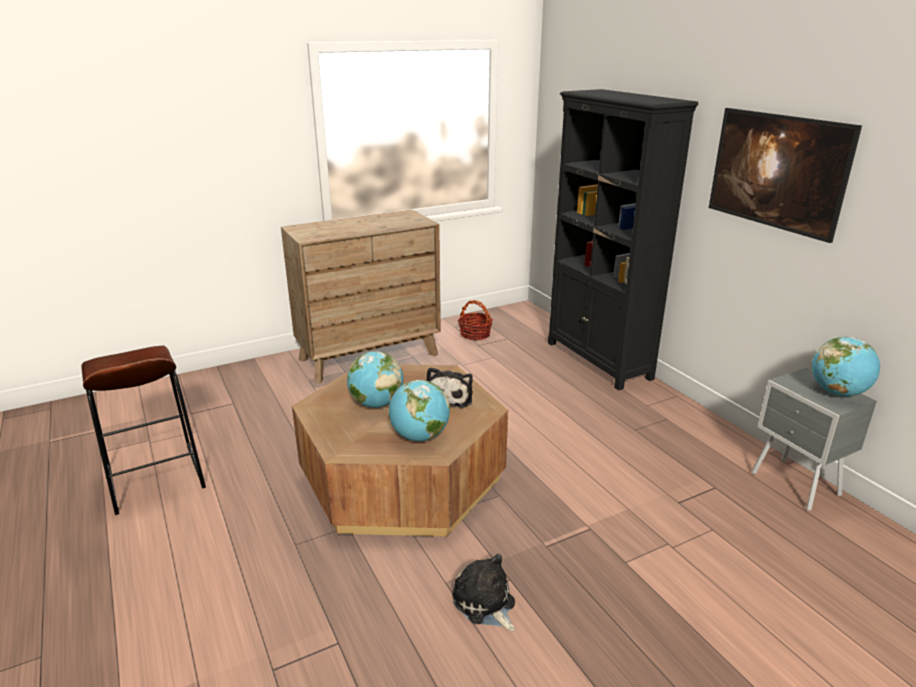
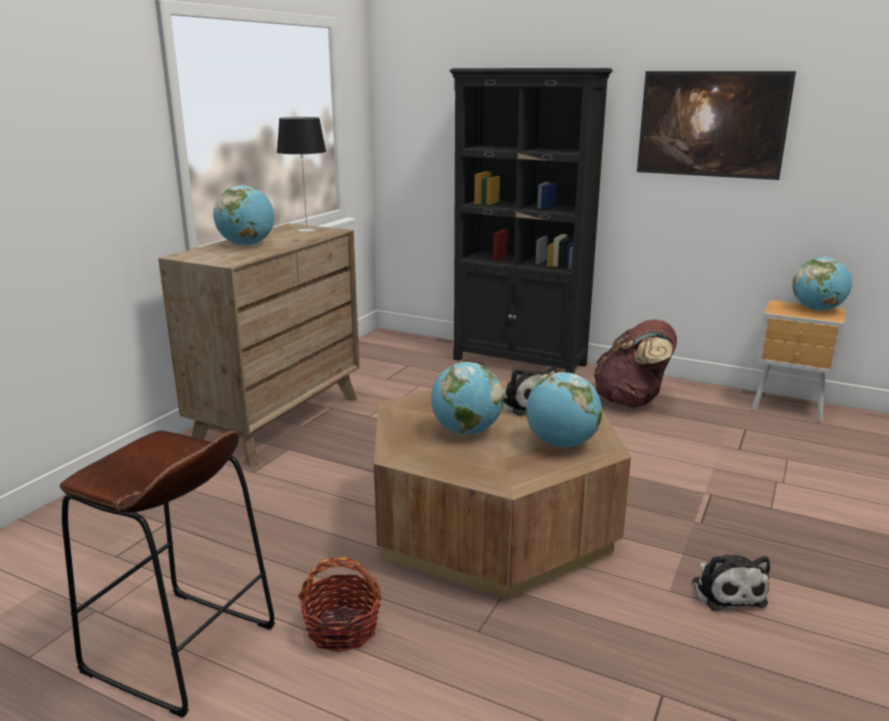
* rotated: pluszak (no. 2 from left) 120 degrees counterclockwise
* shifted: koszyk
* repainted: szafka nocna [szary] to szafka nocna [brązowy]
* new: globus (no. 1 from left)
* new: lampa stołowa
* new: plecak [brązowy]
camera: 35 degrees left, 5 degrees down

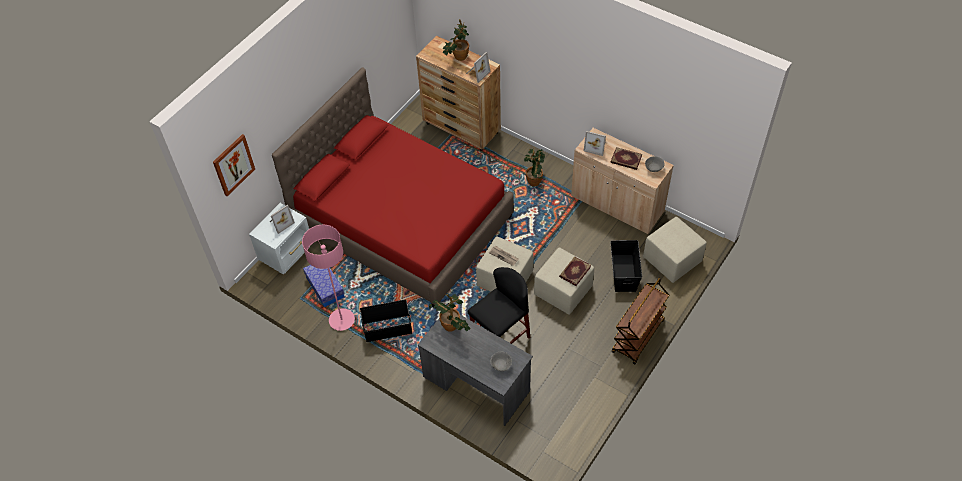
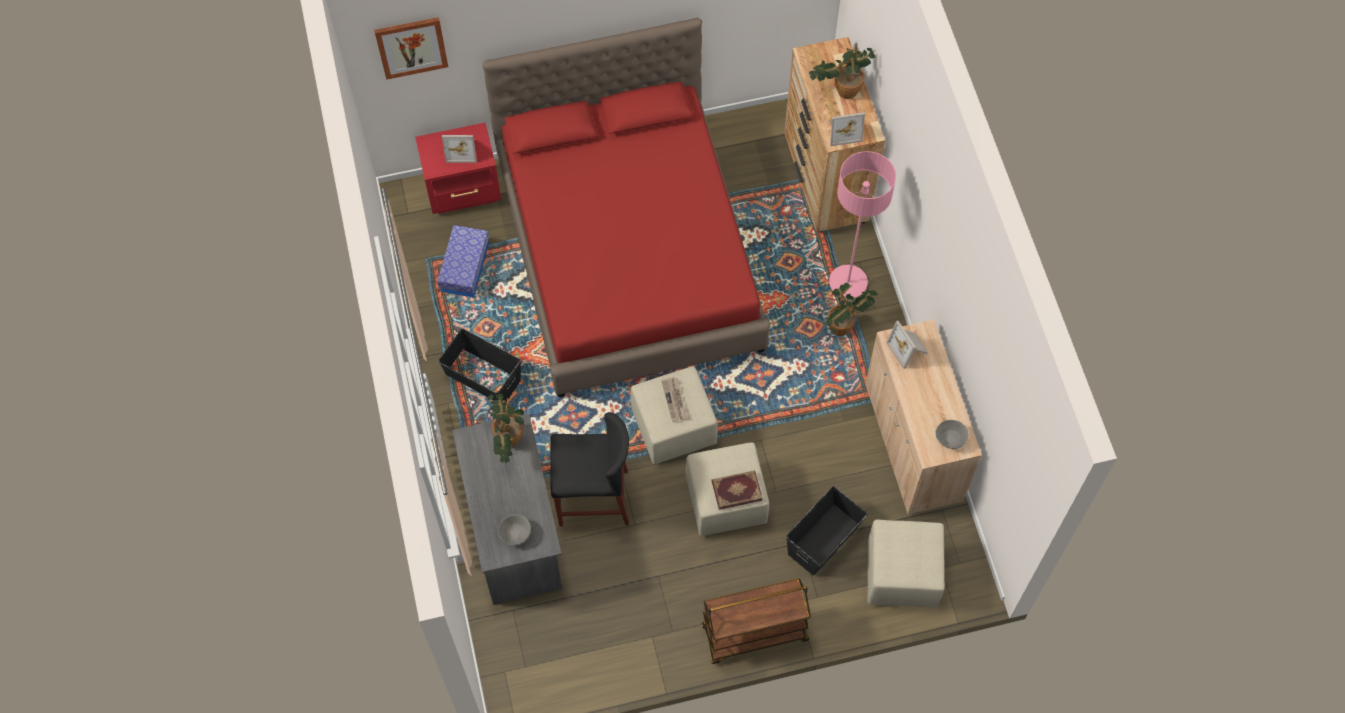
* repainted: szafka nocna [biały] to szafka nocna [czerwony]
* shifted: lampa stojąca [różowy]
* gone: książka (no. 2 from left)
camera: 40 degrees right, 10 degrees up

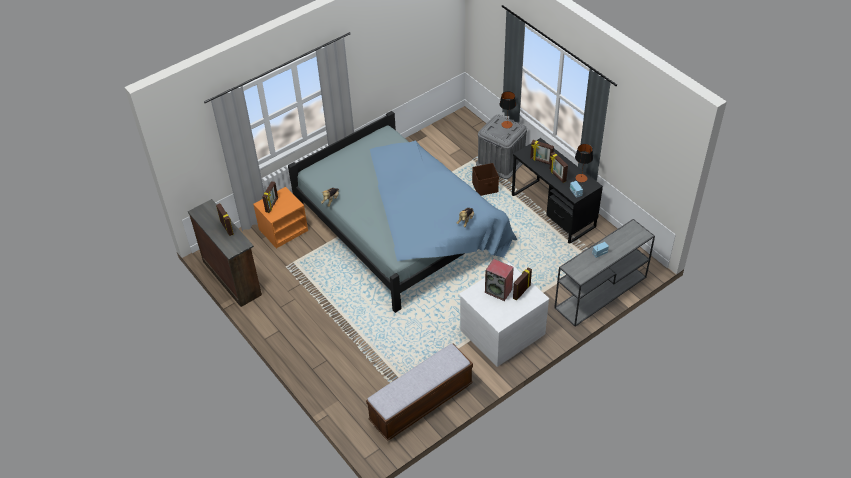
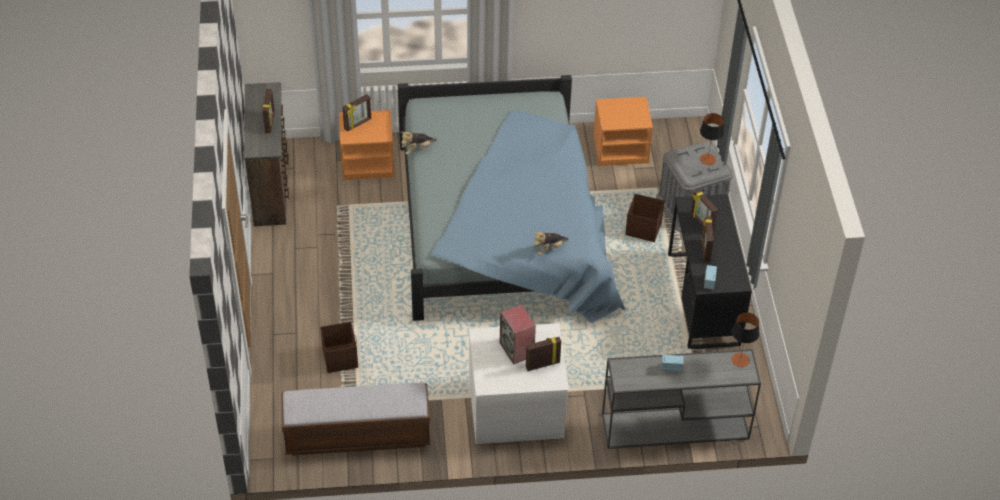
* shifted: lampa stołowa (no. 2 from left)
* new: pojemnik do przechowywania [brązowy] (no. 1 from left)
* new: szafka nocna [pomarańczowy] (no. 2 from left)
camera: 30 degrees right, 0 degrees up

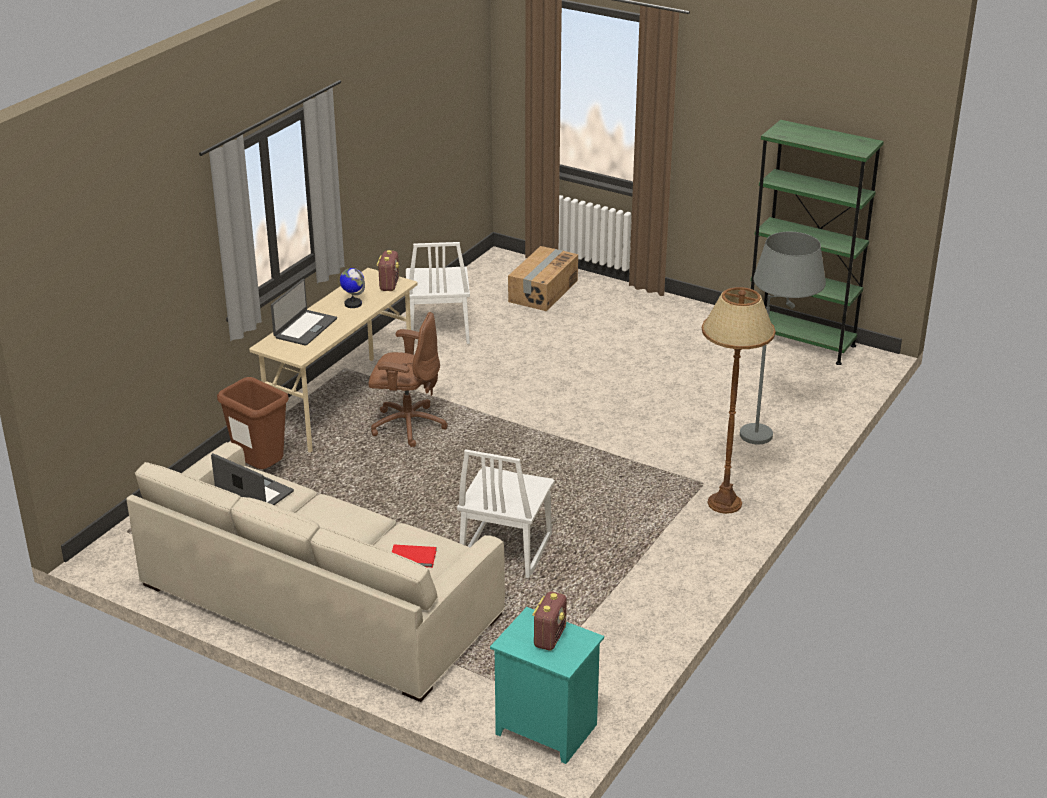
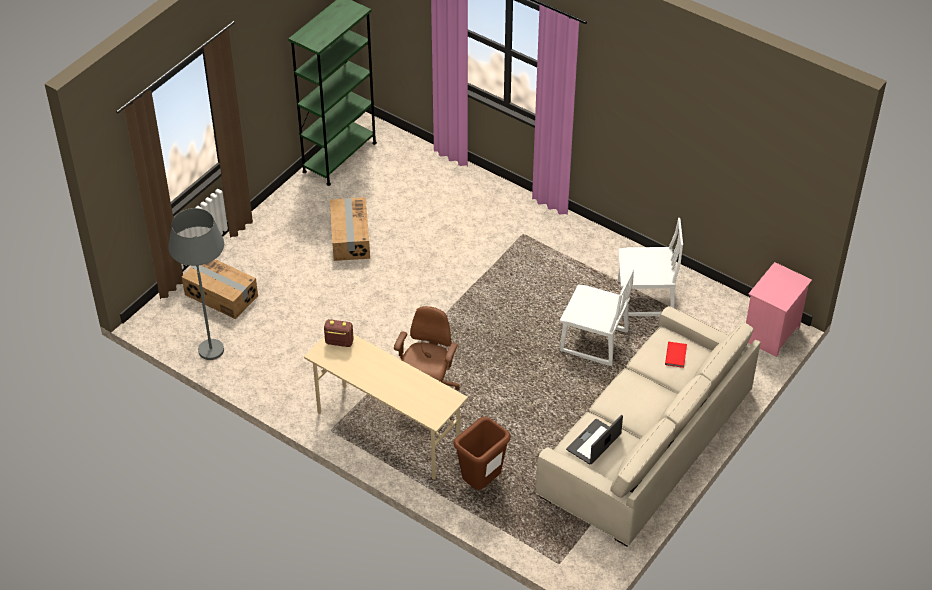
* gone: laptop (no. 2 from left)
* gone: globus
* shifted: krzesło [biały] (no. 1 from left in the first image) to krzesło [biały] (no. 2 from left)
* repainted: szafka nocna [turkusowy] to szafka nocna [różowy]
* gone: radio (no. 2 from left)
* gone: lampa stojąca [brązowy]
* shifted: lampa stojąca [szary]
* new: karton (no. 2 from left)
camera: 85 degrees left, 15 degrees up

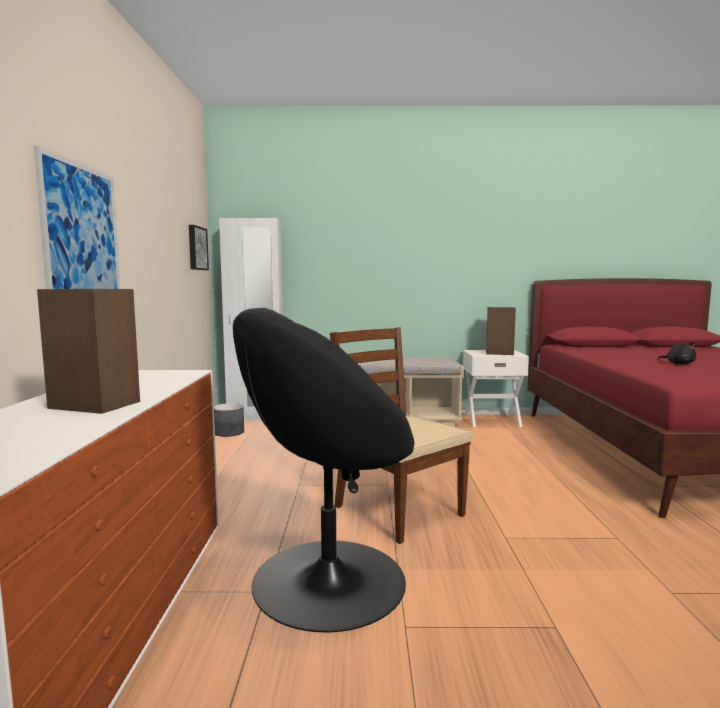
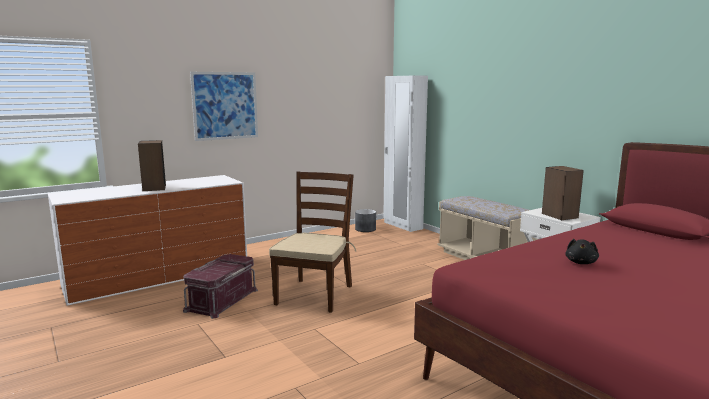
* gone: obraz (no. 2 from left)
* swapped: fotel [czarny] to pojemnik do przechowywania [czerwony]
camera: 55 degrees right, 5 degrees up

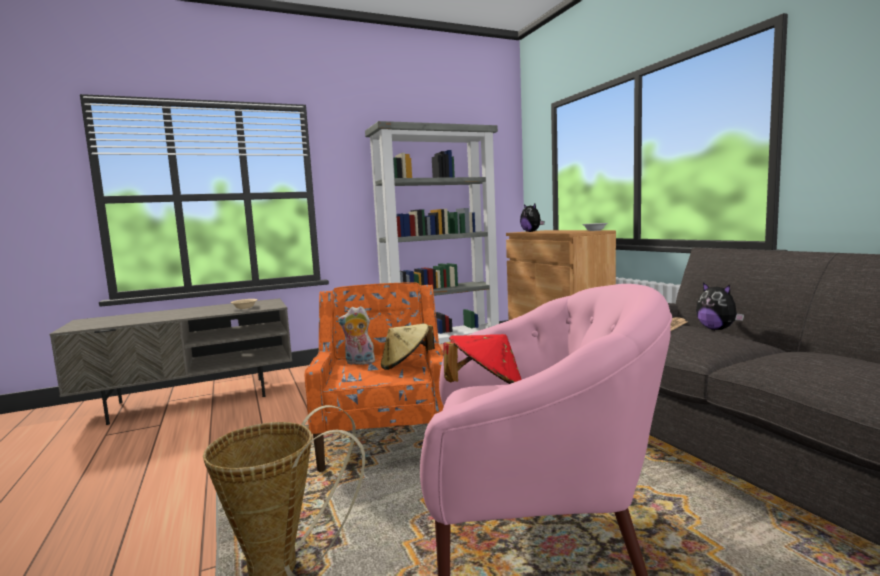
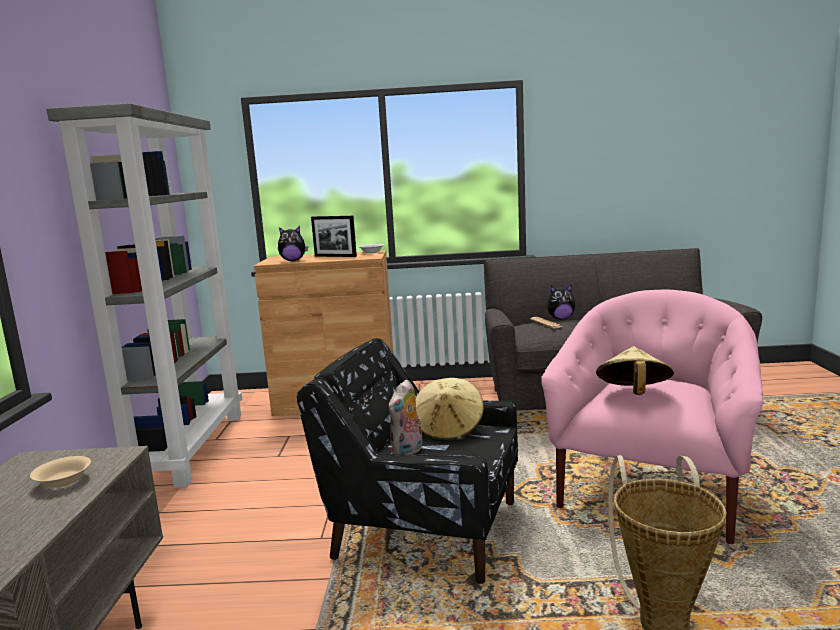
* repainted: fotel [pomarańczowy] to fotel [czarny]
* repainted: kapelusz [czerwony] to kapelusz [beżowy] (no. 2 from left)
* new: ramka na zdjęcie
camera: 65 degrees left, 5 degrees up

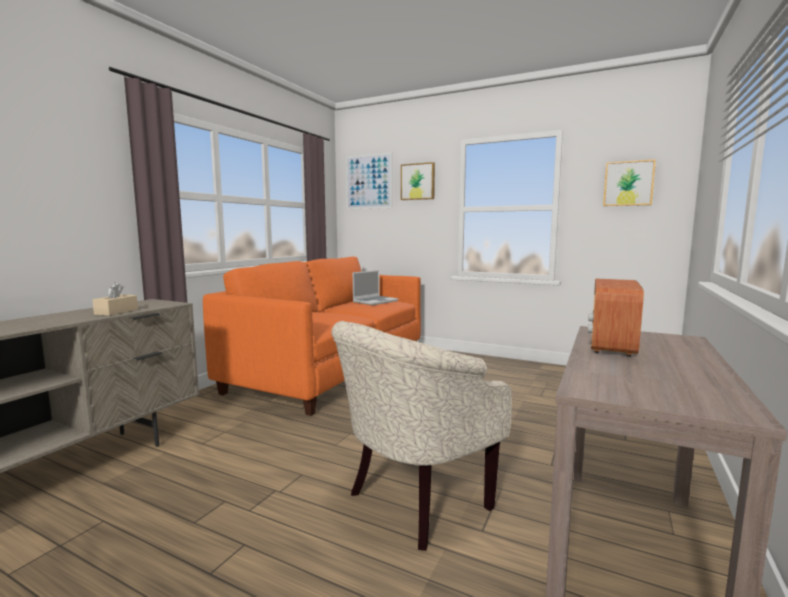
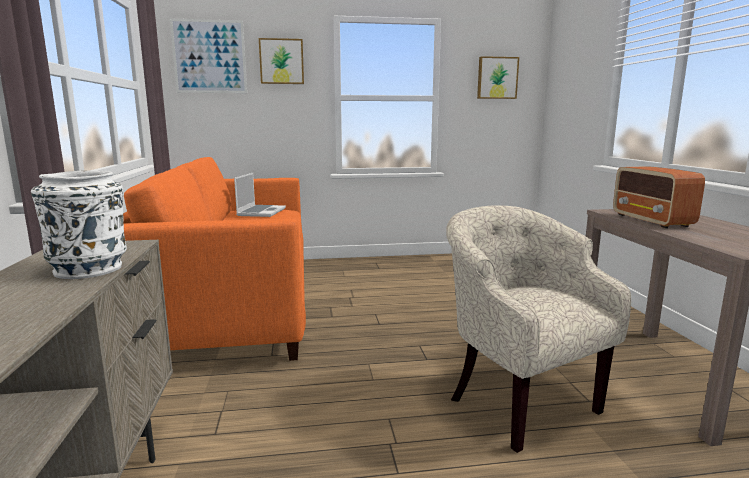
* swapped: pudełko chusteczek [beżowy] to wazon [biały]
* rotated: fotel [beżowy] 135 degrees clockwise
camera: 35 degrees left, 5 degrees up

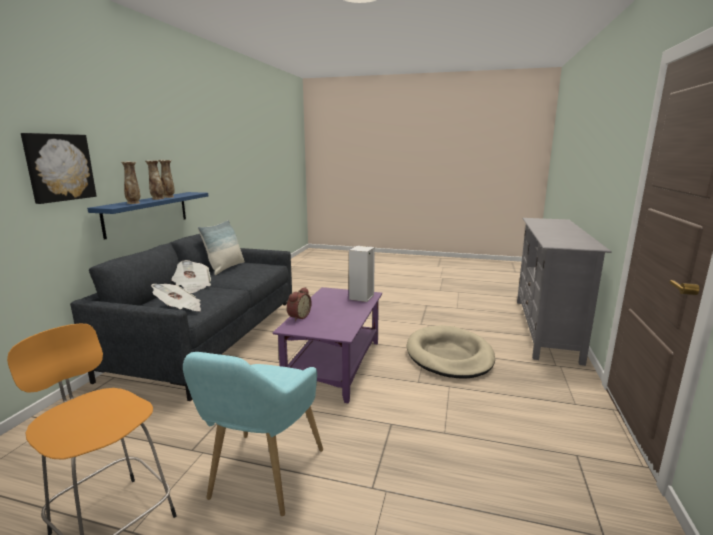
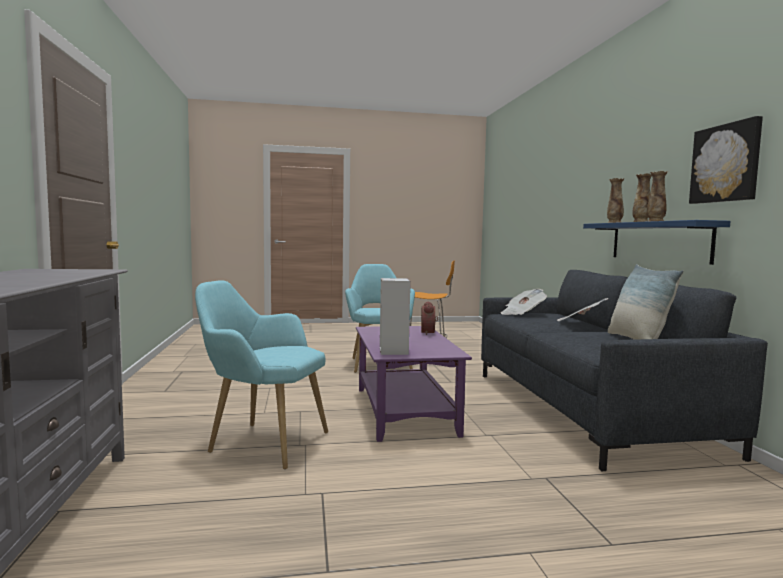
* shifted: obraz
* swapped: legowisko [beżowy] to fotel [turkusowy] (no. 1 from left)
camera: 155 degrees right, 10 degrees down

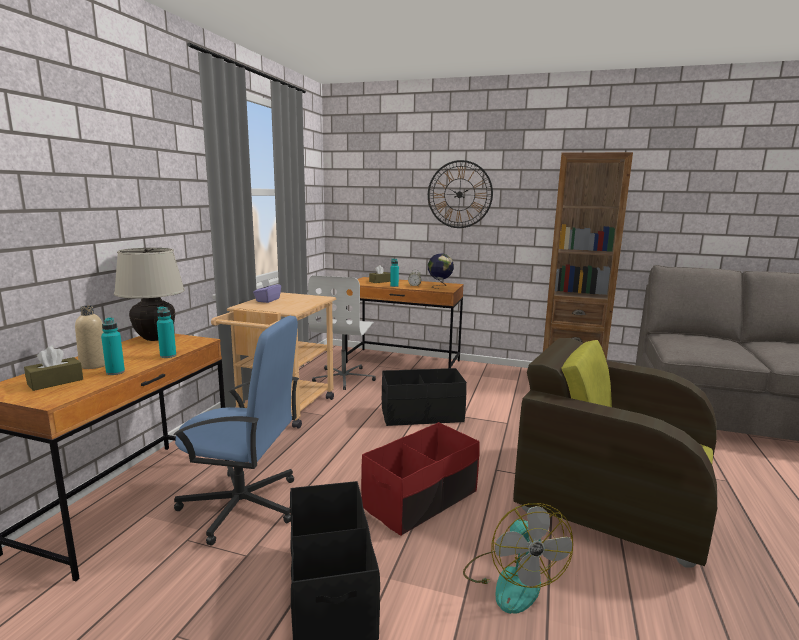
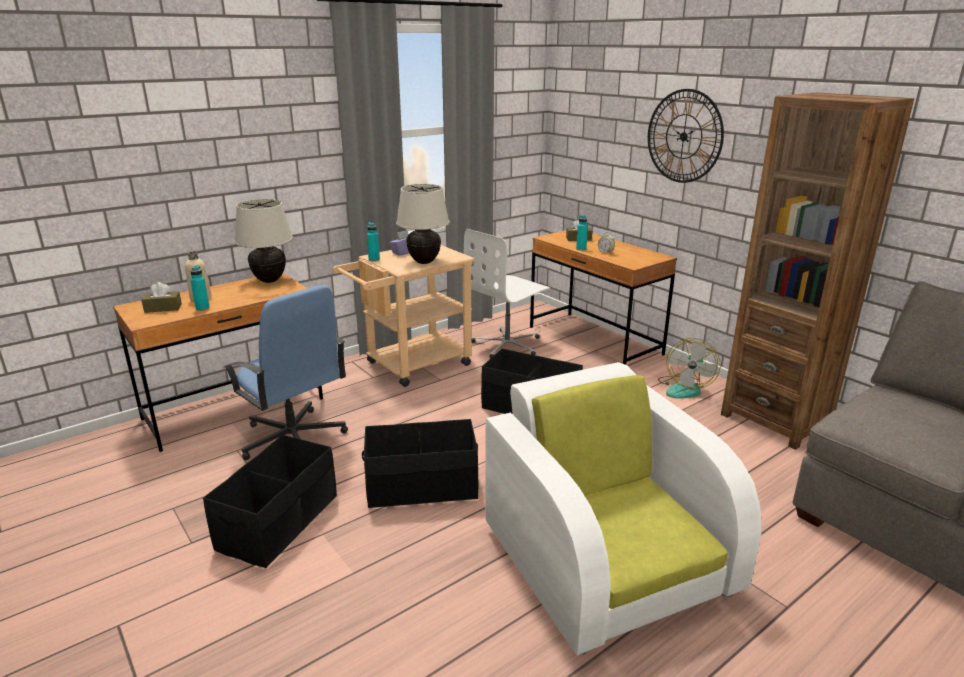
* shifted: butelka [turkusowy] (no. 2 from left)
* repainted: pojemnik do przechowywania [czerwony] to pojemnik do przechowywania [czarny] (no. 2 from left)
* gone: globus
* shifted: wentylator
* repainted: fotel [brązowy] to fotel [biały]
* new: lampa stołowa [beżowy] (no. 2 from left)
camera: 35 degrees right, 10 degrees up

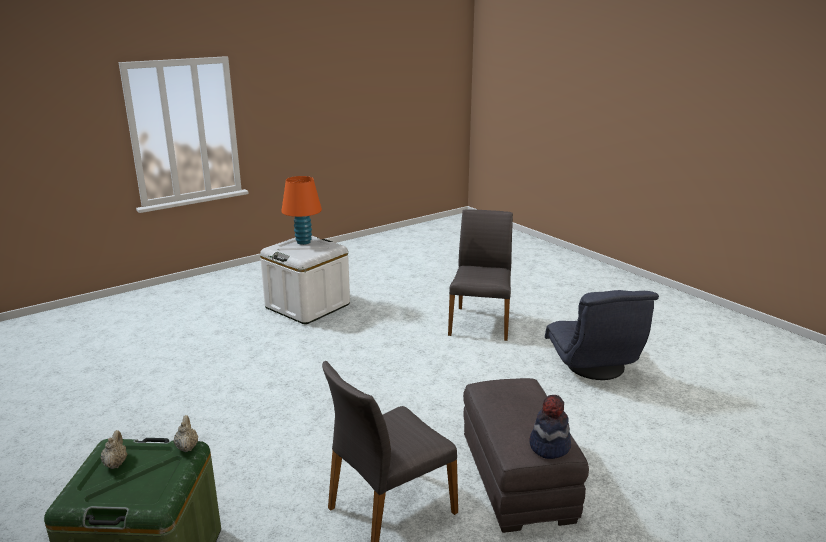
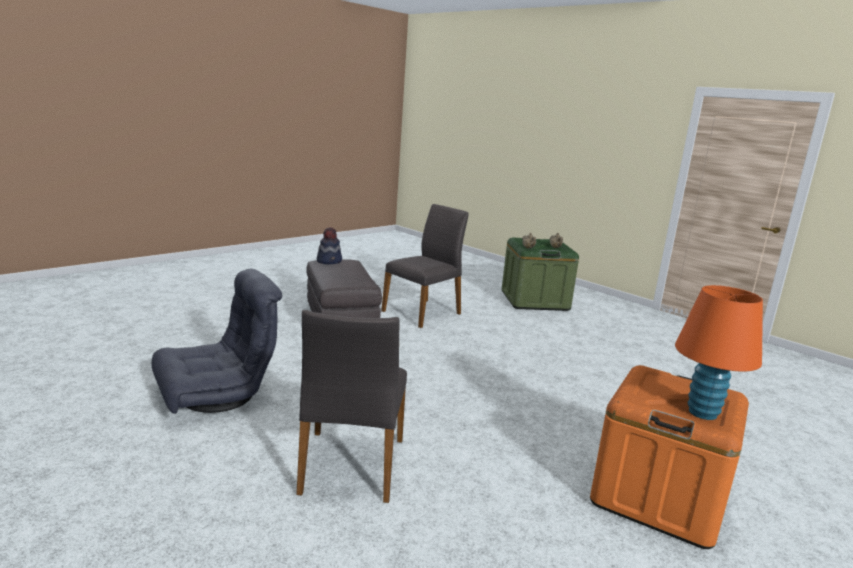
* repainted: pojemnik do przechowywania [biały] to pojemnik do przechowywania [pomarańczowy]
* rotated: fotel [szary] 75 degrees clockwise
camera: 170 degrees right, 5 degrees down

